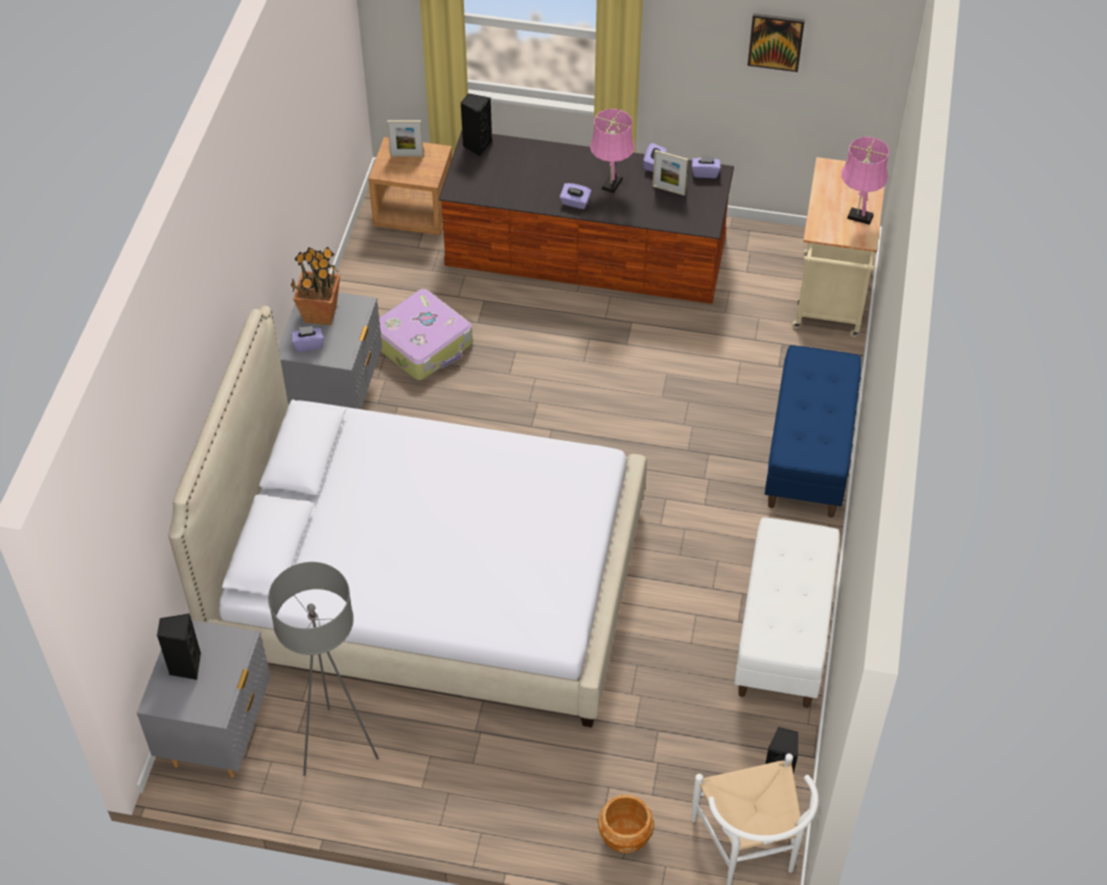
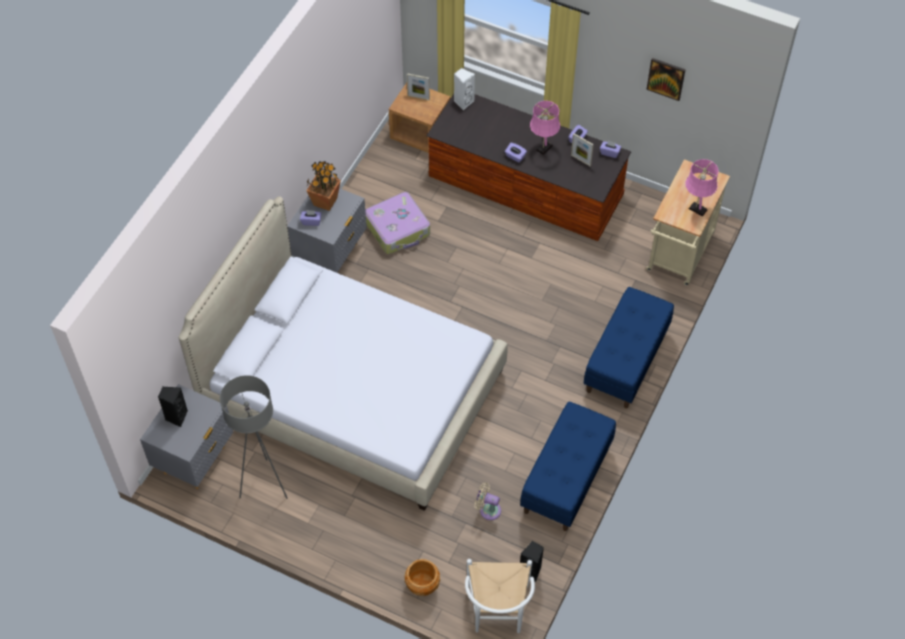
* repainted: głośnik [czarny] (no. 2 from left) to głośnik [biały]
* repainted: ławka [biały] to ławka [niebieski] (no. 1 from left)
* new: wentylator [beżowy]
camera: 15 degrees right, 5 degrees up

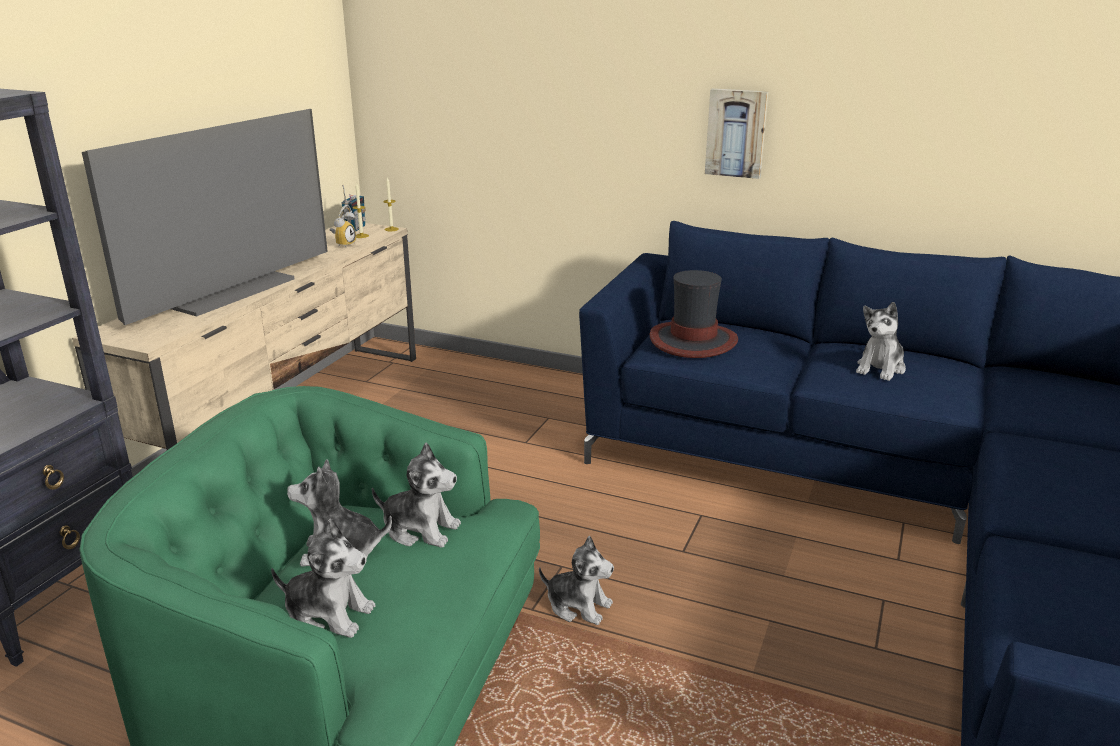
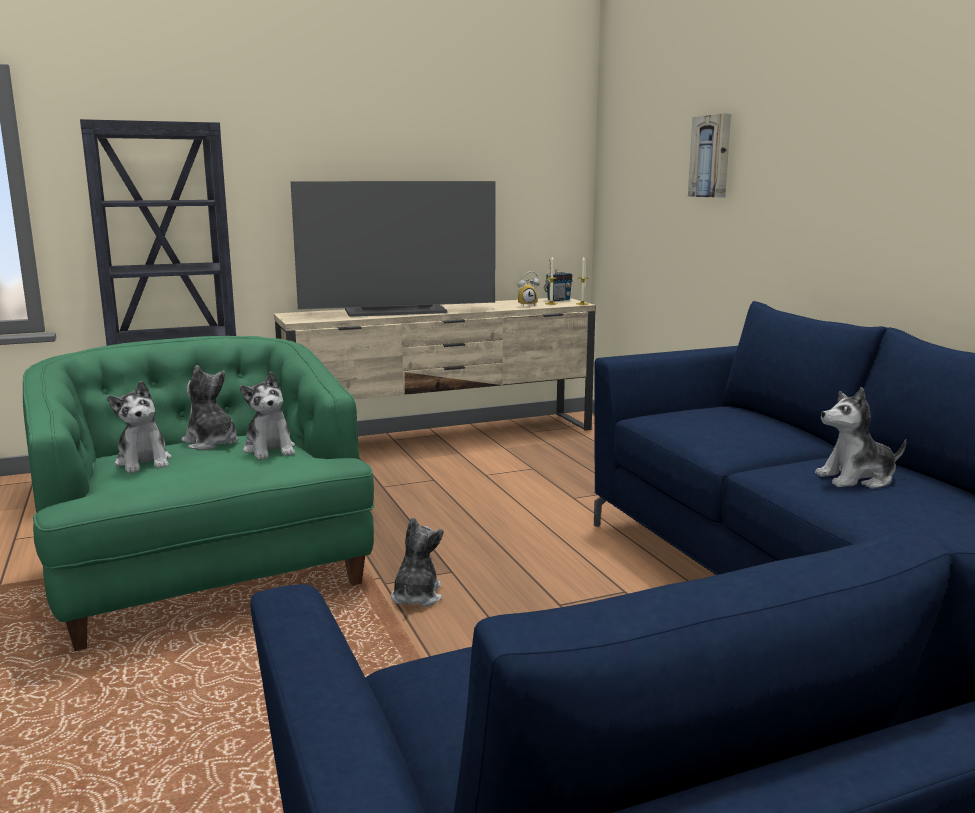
* rotated: pluszak (no. 4 from left) 150 degrees counterclockwise
* gone: kapelusz
* shifted: obraz
camera: 45 degrees right, 10 degrees down

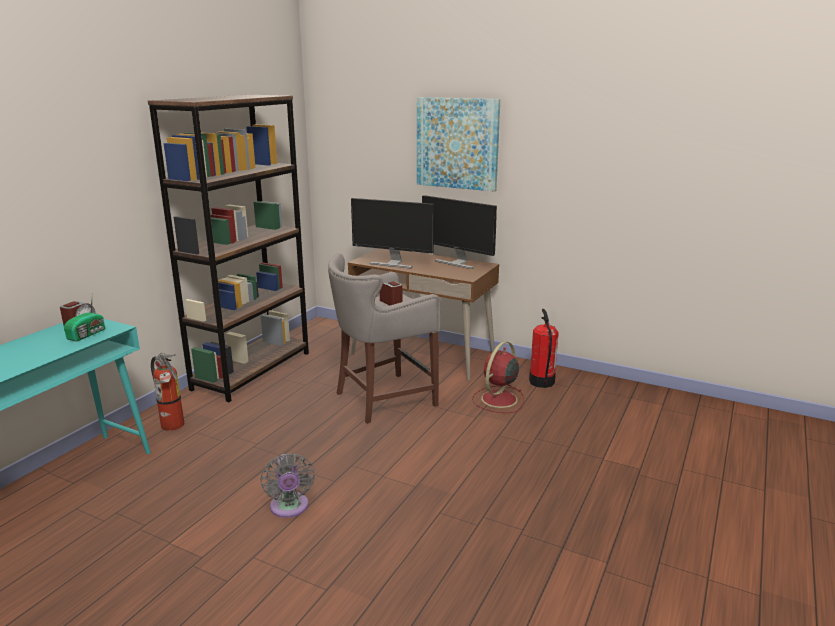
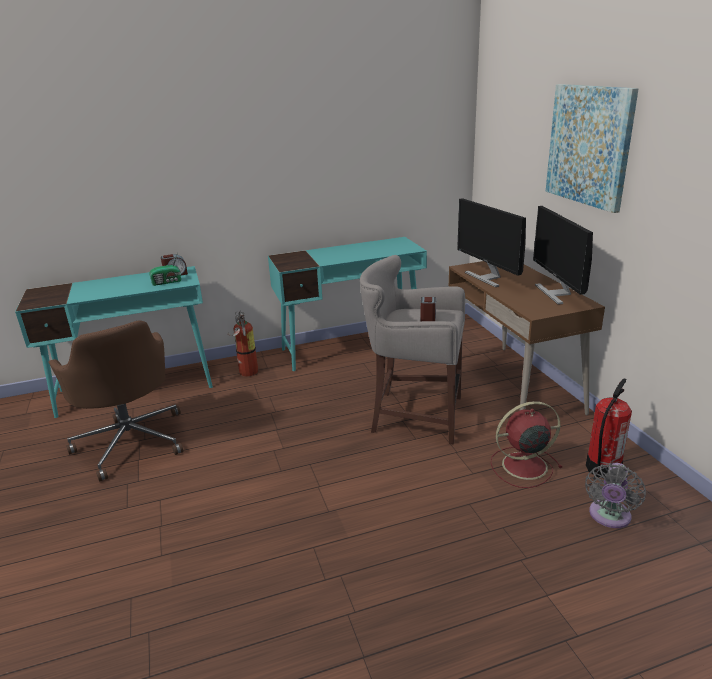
* swapped: regał [brązowy] to biurko [turkusowy] (no. 2 from left)
* shifted: wentylator [szary]
* new: krzesło biurowe [brązowy]
camera: 45 degrees right, 5 degrees up

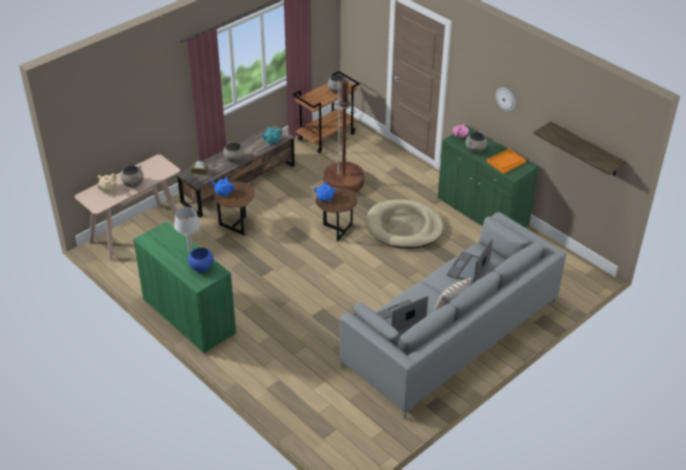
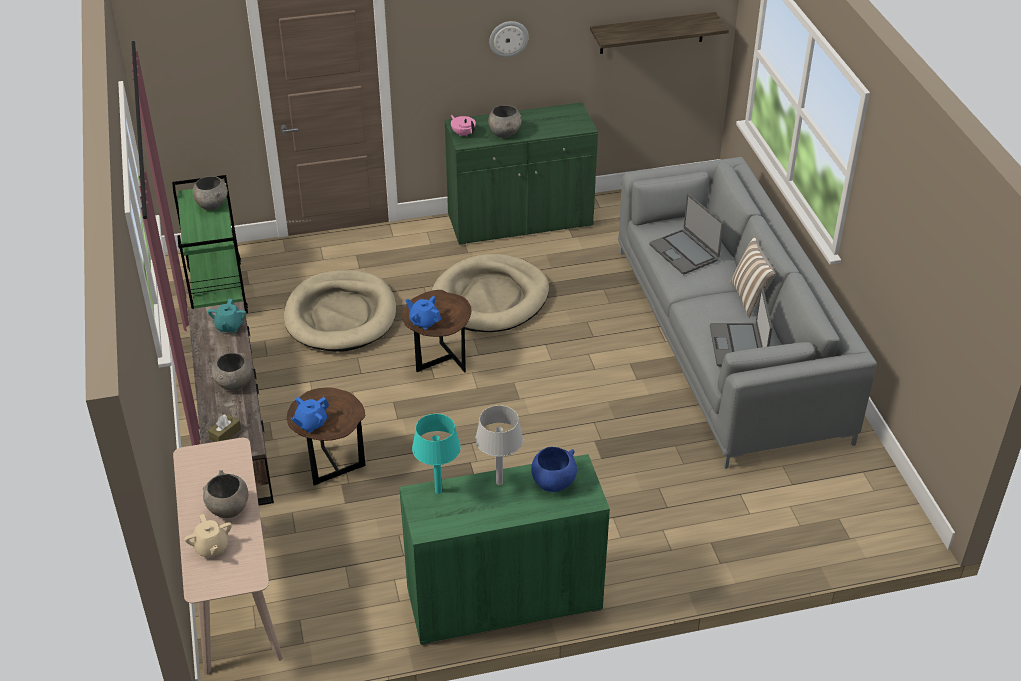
* repainted: wózek [brązowy] to wózek [zielony]
* swapped: lampa stojąca [brązowy] to legowisko [beżowy] (no. 1 from left)
* gone: taca [pomarańczowy]
* new: lampa stołowa [turkusowy]
camera: 60 degrees left, 0 degrees up

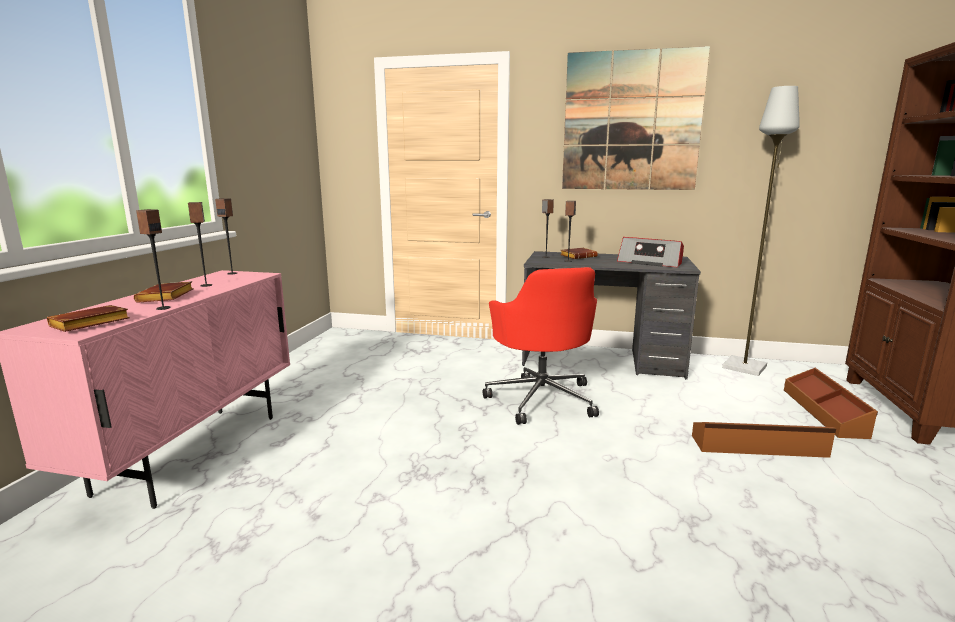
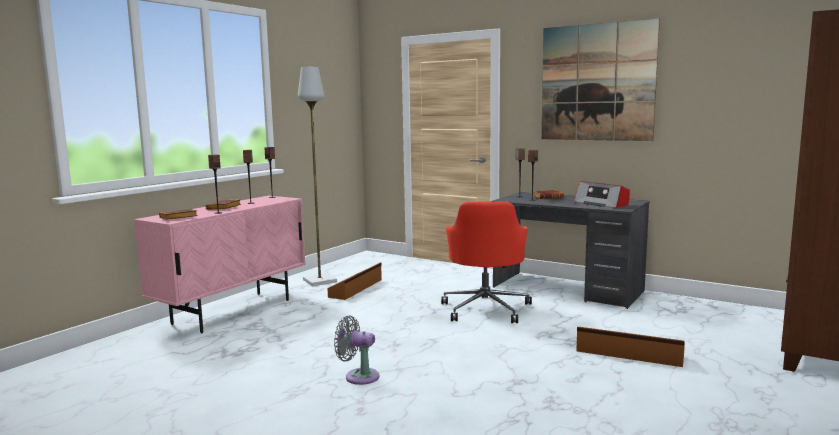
* shifted: lampa stojąca [szary]
* shifted: pojemnik do przechowywania [brązowy] (no. 2 from left in the first image) to pojemnik do przechowywania [brązowy] (no. 1 from left)
* new: wentylator [szary]
camera: 20 degrees right, 5 degrees down

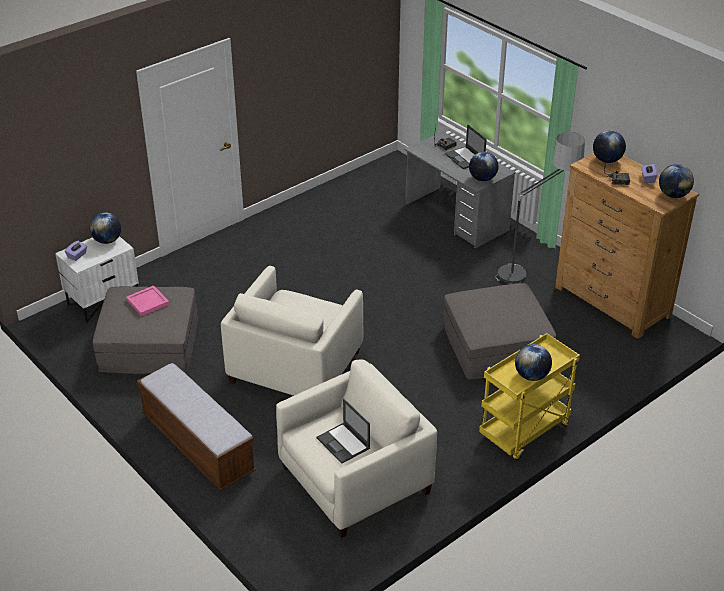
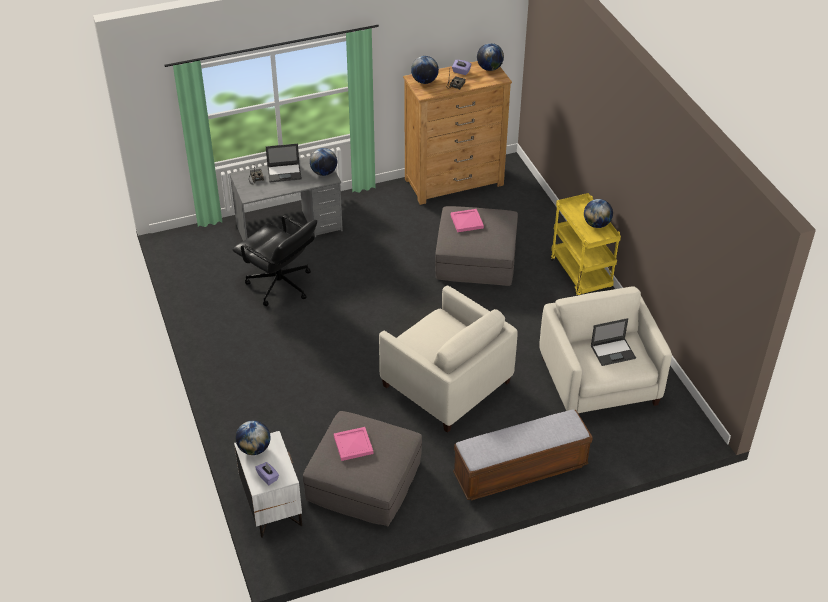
* gone: lampa stojąca
* new: krzesło biurowe [czarny]
* new: taca [różowy] (no. 2 from left)
camera: 70 degrees left, 5 degrees up

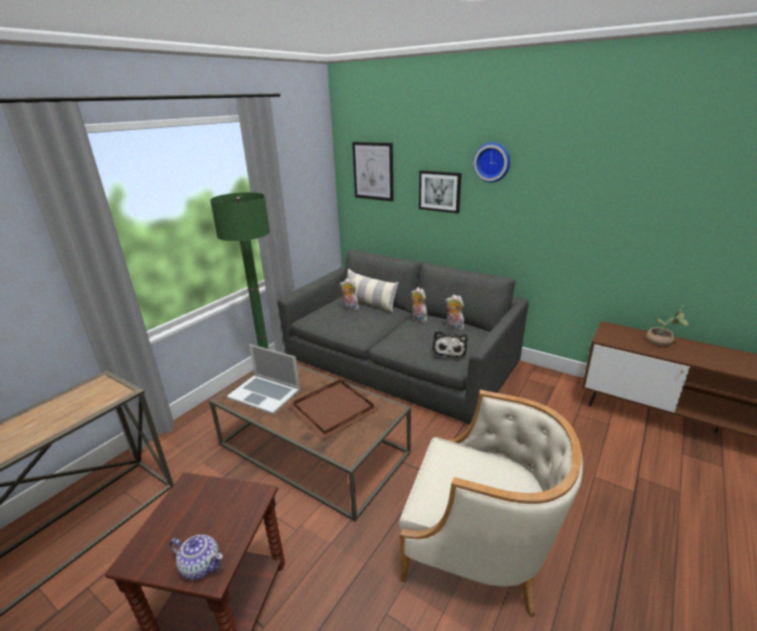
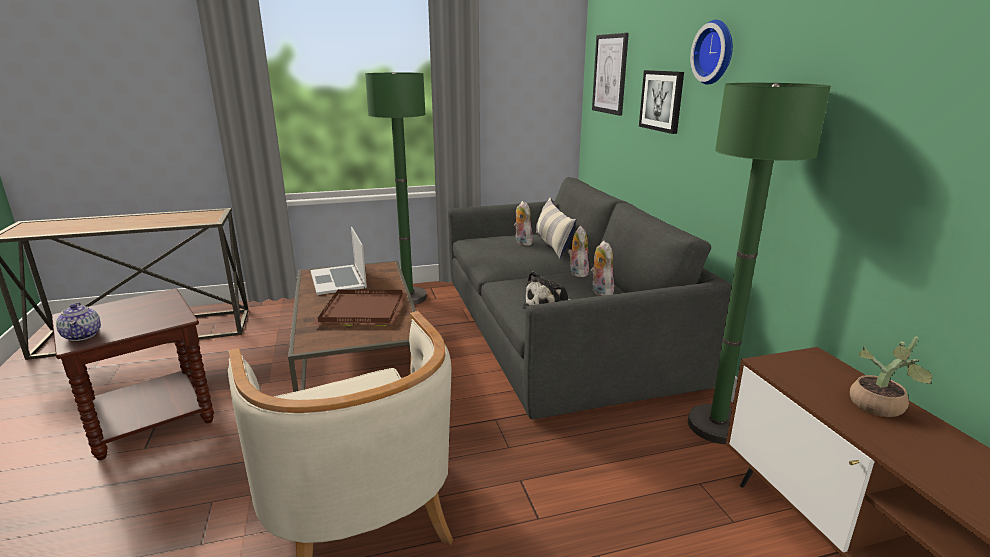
* new: lampa stojąca [zielony] (no. 2 from left)
camera: 40 degrees right, 5 degrees down

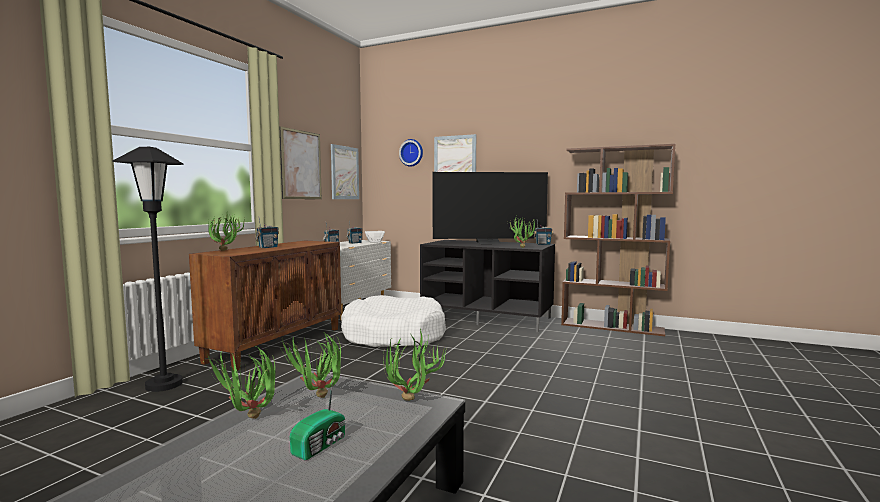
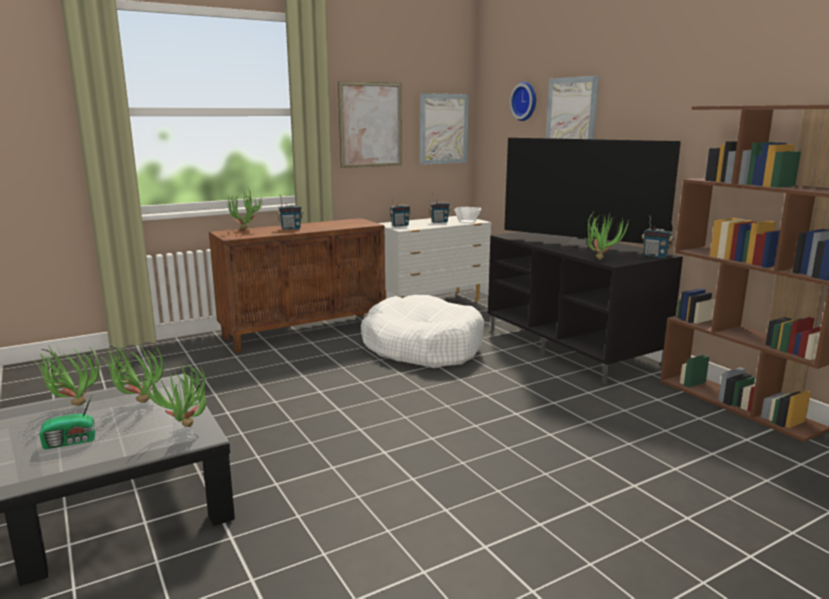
* gone: lampa stojąca [czarny]
camera: 35 degrees right, 10 degrees up

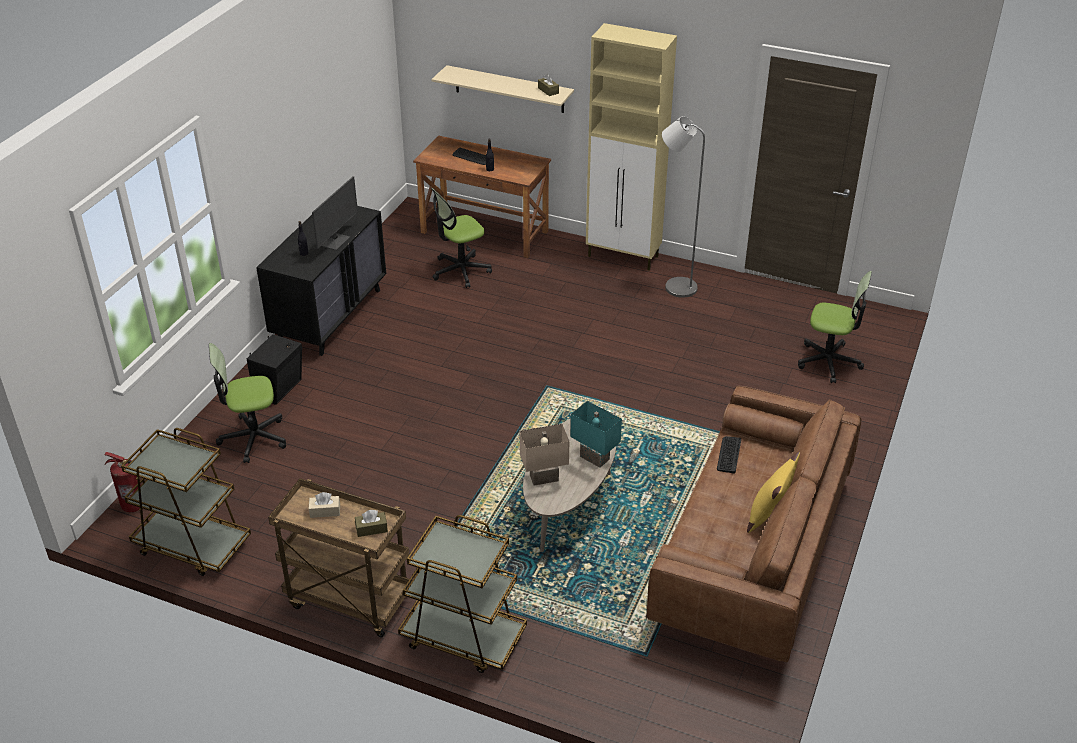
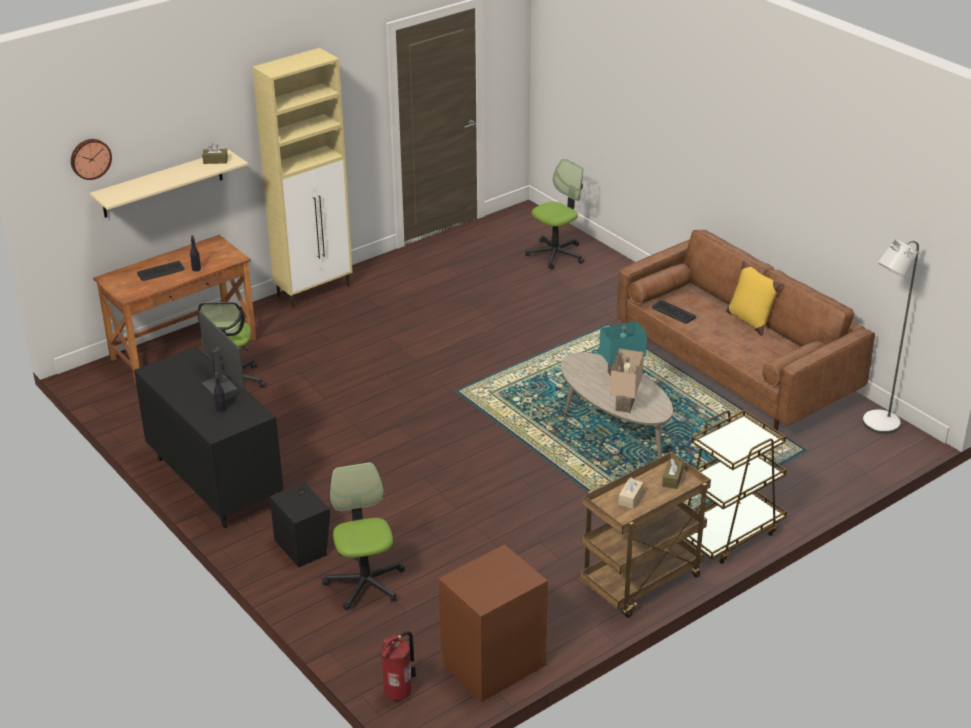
* swapped: wózek [brązowy] (no. 1 from left) to szafka nocna [brązowy]
* rotated: krzesło biurowe (no. 1 from left in the first image) 150 degrees clockwise
* shifted: lampa stojąca [szary]
* new: zegar ścienny
camera: 60 degrees left, 5 degrees down

